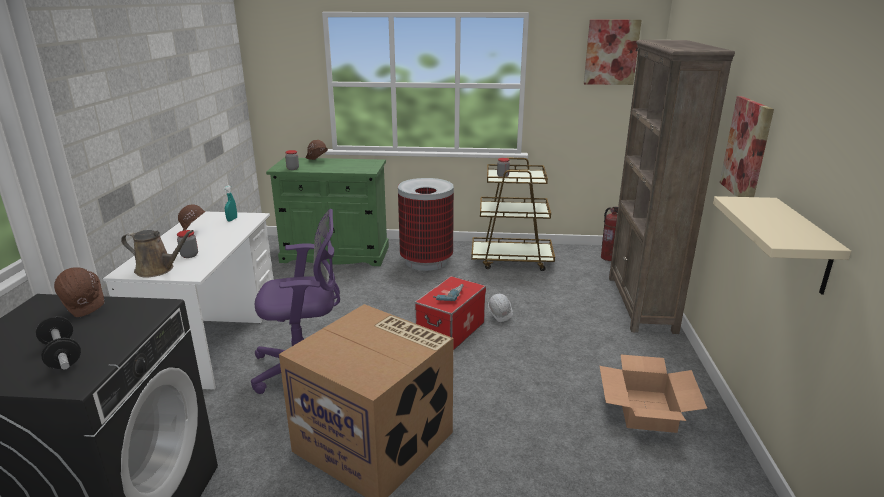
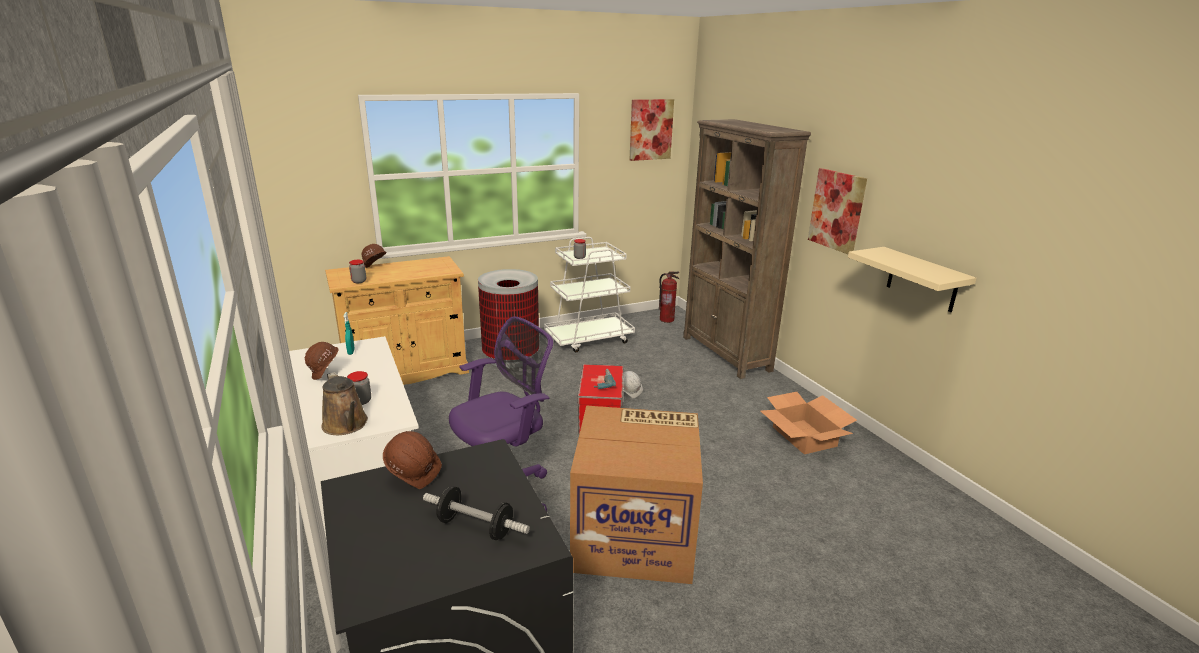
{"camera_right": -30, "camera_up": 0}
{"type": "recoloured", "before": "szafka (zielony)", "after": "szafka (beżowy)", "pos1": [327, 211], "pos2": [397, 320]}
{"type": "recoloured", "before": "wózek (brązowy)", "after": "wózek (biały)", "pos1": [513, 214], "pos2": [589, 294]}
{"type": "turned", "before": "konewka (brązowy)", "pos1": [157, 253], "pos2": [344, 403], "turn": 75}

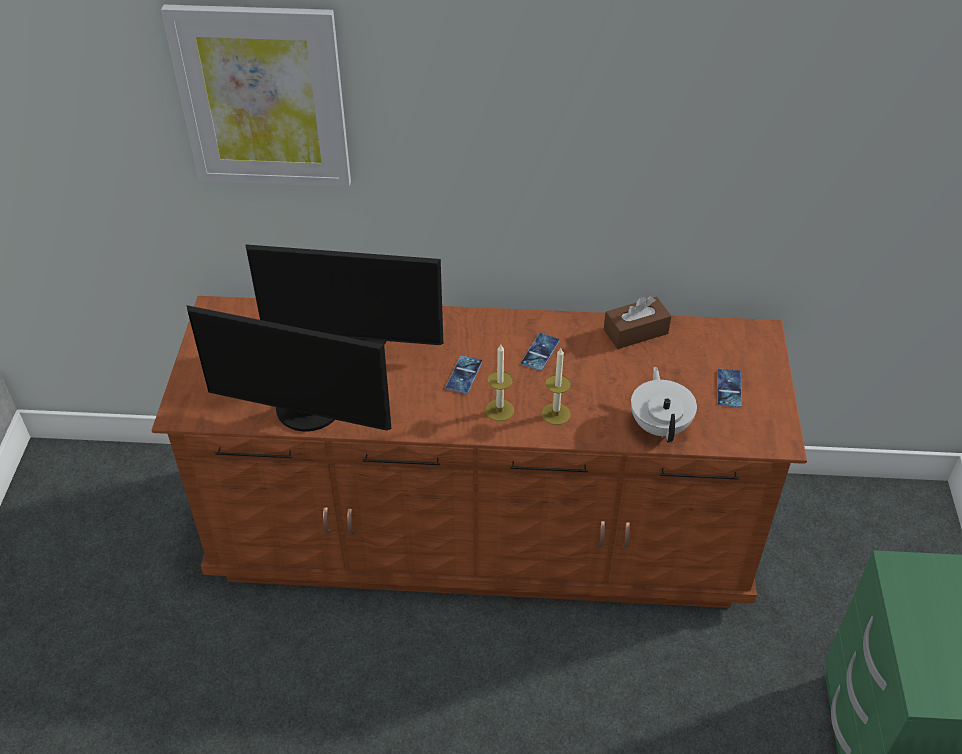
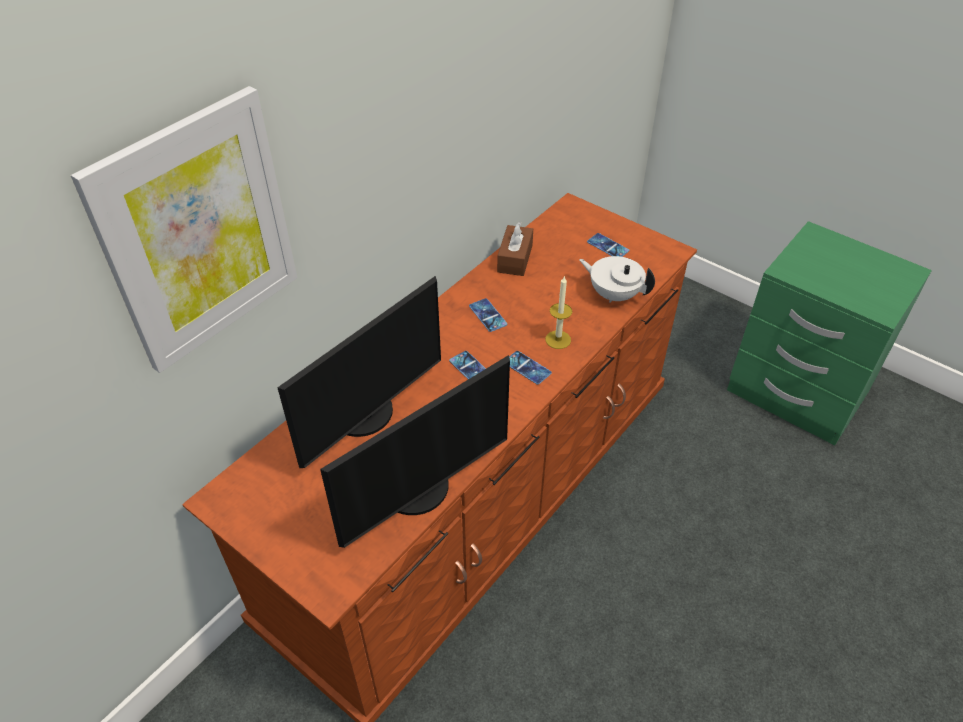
{"camera_right": -55, "camera_up": 0}
{"type": "replaced", "before": "świeca", "after": "telefon", "pos1": [499, 383], "pos2": [530, 368]}

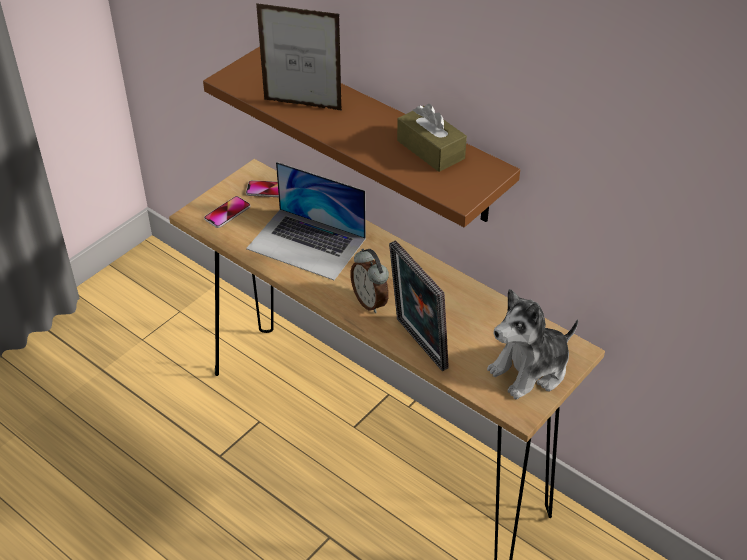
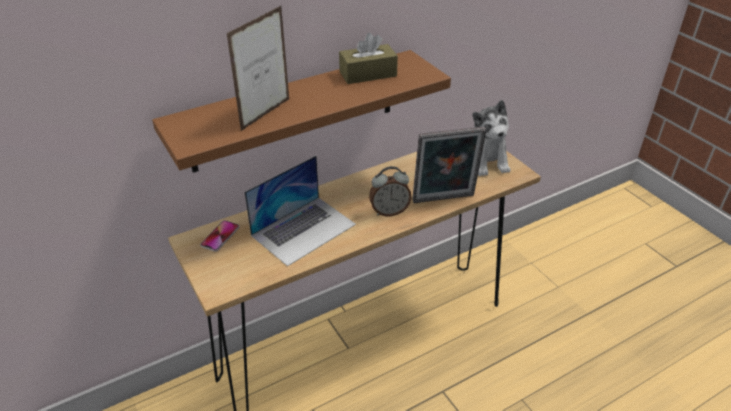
{"camera_right": -70, "camera_up": -5}
{"type": "removed", "before": "telefon", "pos1": [227, 212]}

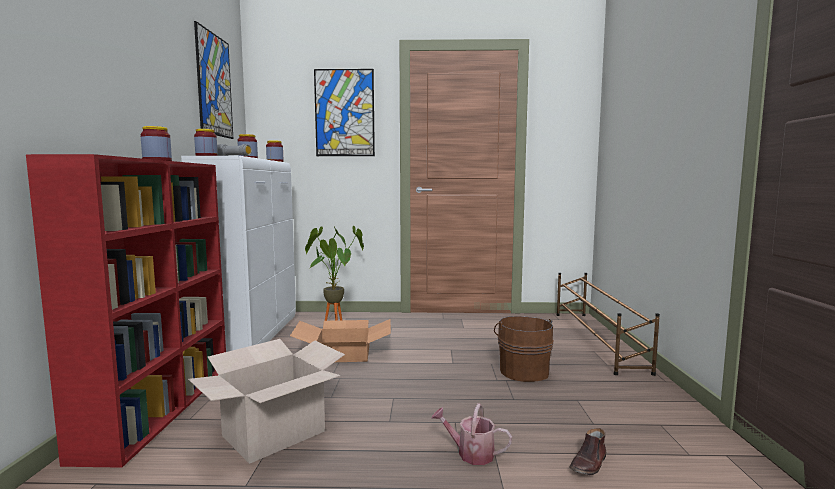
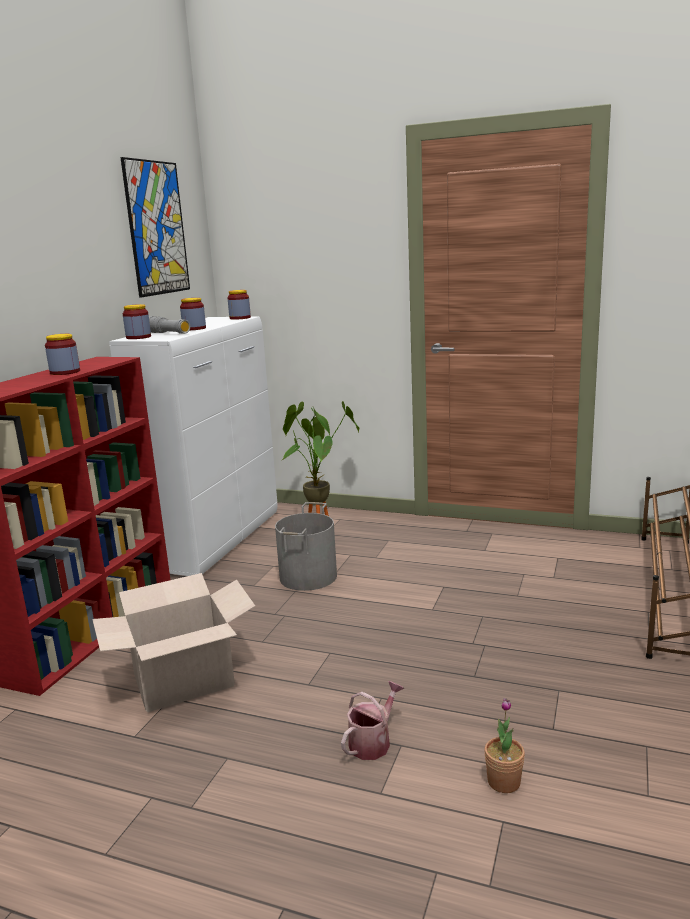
{"camera_right": 20, "camera_up": 10}
{"type": "removed", "before": "obraz", "pos1": [344, 112]}
{"type": "removed", "before": "wiadro (brązowy)", "pos1": [524, 349]}
{"type": "replaced", "before": "karton", "after": "wiadro (szary)", "pos1": [340, 340], "pos2": [306, 546]}
{"type": "replaced", "before": "but (brązowy)", "after": "roślina doniczkowa", "pos1": [587, 451], "pos2": [504, 745]}
{"type": "turned", "before": "konewka", "pos1": [471, 434], "pos2": [372, 720], "turn": 90}

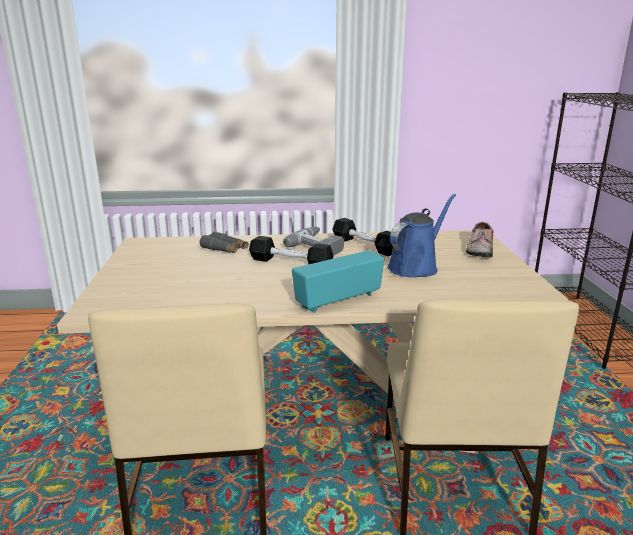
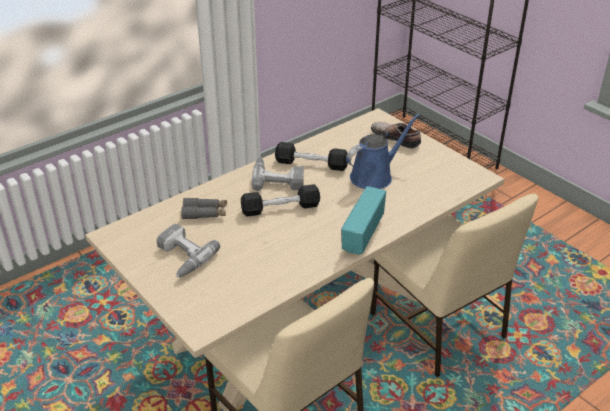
{"camera_right": -35, "camera_up": 15}
{"type": "added", "after": "wiertarka", "pos2": [188, 250]}
{"type": "turned", "before": "konewka (niebieski)", "pos1": [421, 236], "pos2": [383, 151], "turn": 45}
{"type": "turned", "before": "but", "pos1": [480, 240], "pos2": [396, 135], "turn": 150}

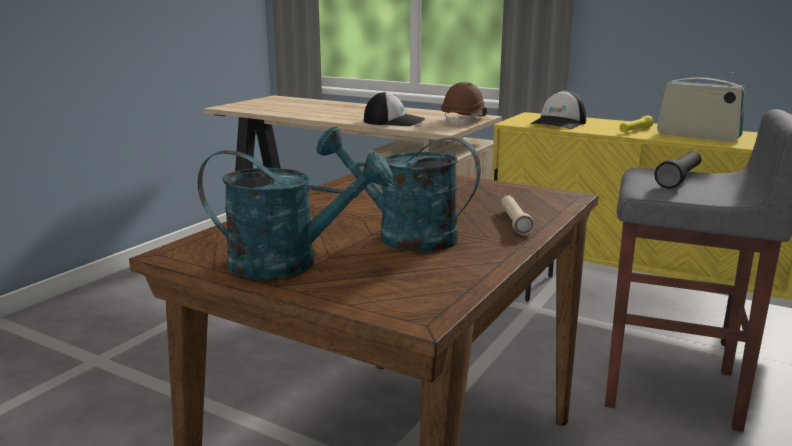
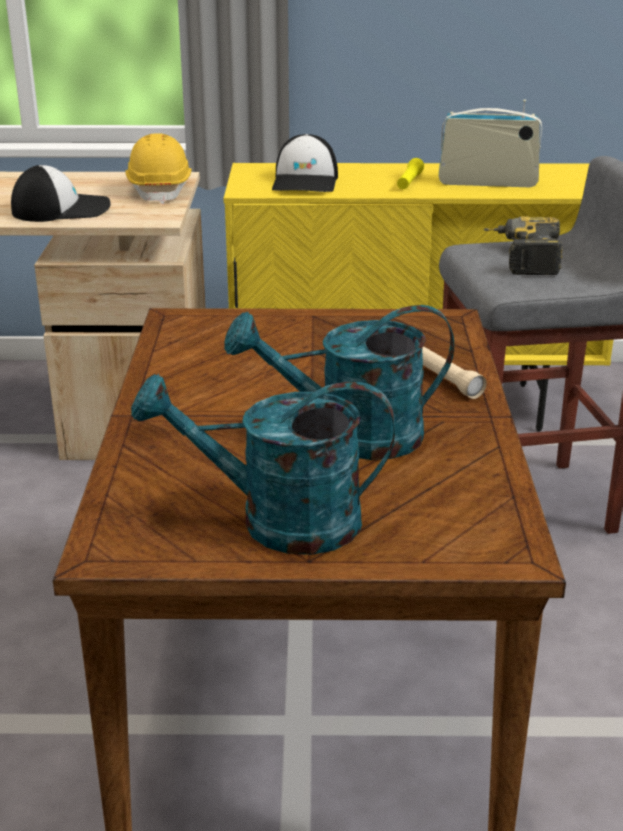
{"camera_right": -30, "camera_up": 10}
{"type": "replaced", "before": "latarka (czarny)", "after": "wiertarka", "pos1": [678, 170], "pos2": [523, 245]}
{"type": "recoloured", "before": "kask (brązowy)", "after": "kask (żółty)", "pos1": [464, 104], "pos2": [158, 168]}
{"type": "turned", "before": "konewka (turkusowy)", "pos1": [295, 214], "pos2": [263, 464], "turn": -150}

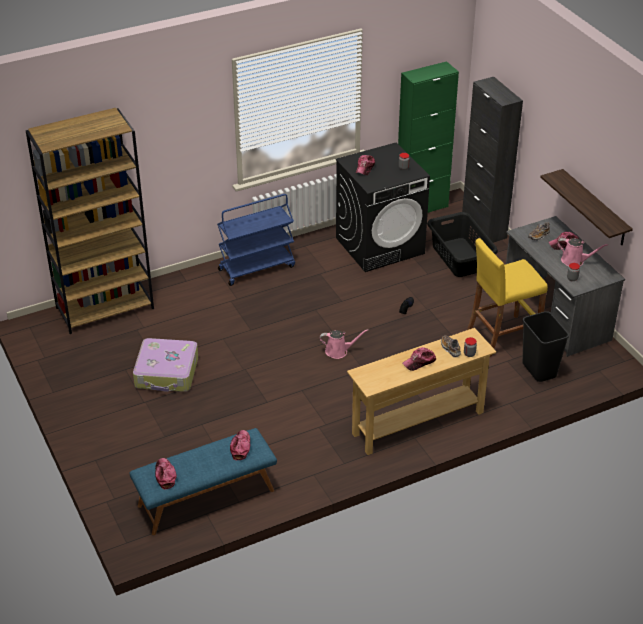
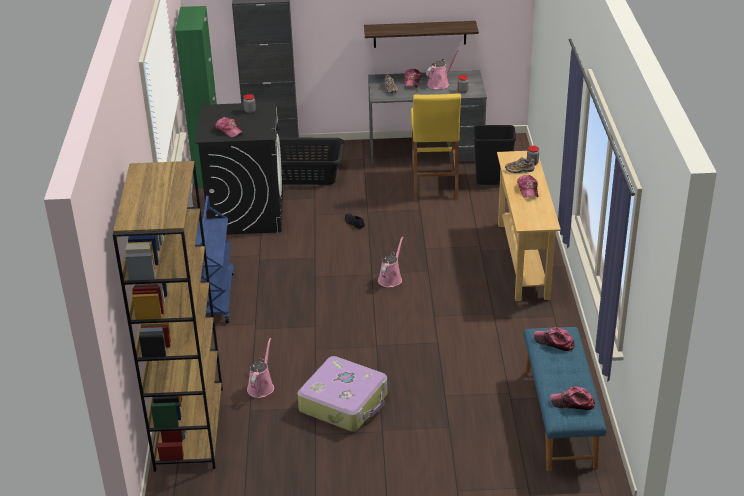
{"camera_right": -65, "camera_up": -5}
{"type": "added", "after": "konewka (różowy)", "pos2": [260, 368]}

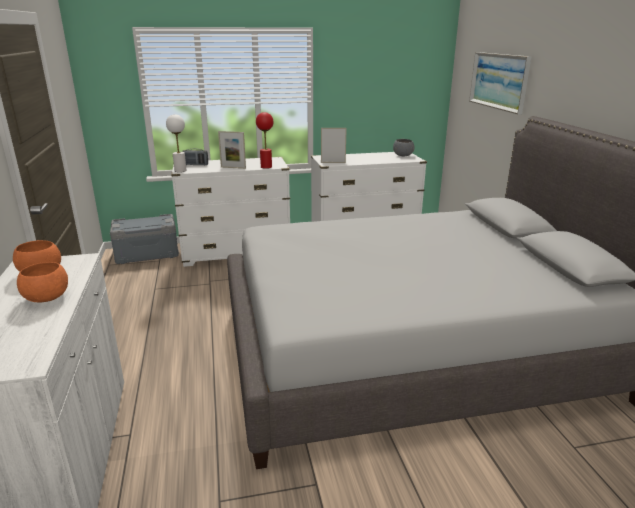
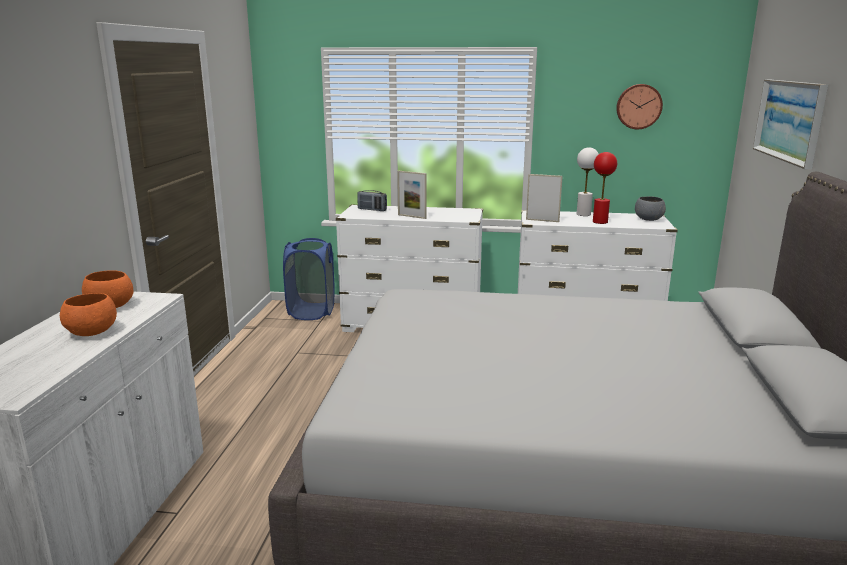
{"camera_right": 20, "camera_up": -5}
{"type": "added", "after": "zegar ścienny", "pos2": [639, 106]}
{"type": "moved", "before": "lampa stołowa (biały)", "pos1": [176, 143], "pos2": [588, 181]}
{"type": "moved", "before": "lampa stołowa (czerwony)", "pos1": [264, 140], "pos2": [605, 188]}
{"type": "replaced", "before": "pojemnik do przechowywania (szary)", "after": "kosz na pranie (niebieski)", "pos1": [144, 239], "pos2": [309, 279]}

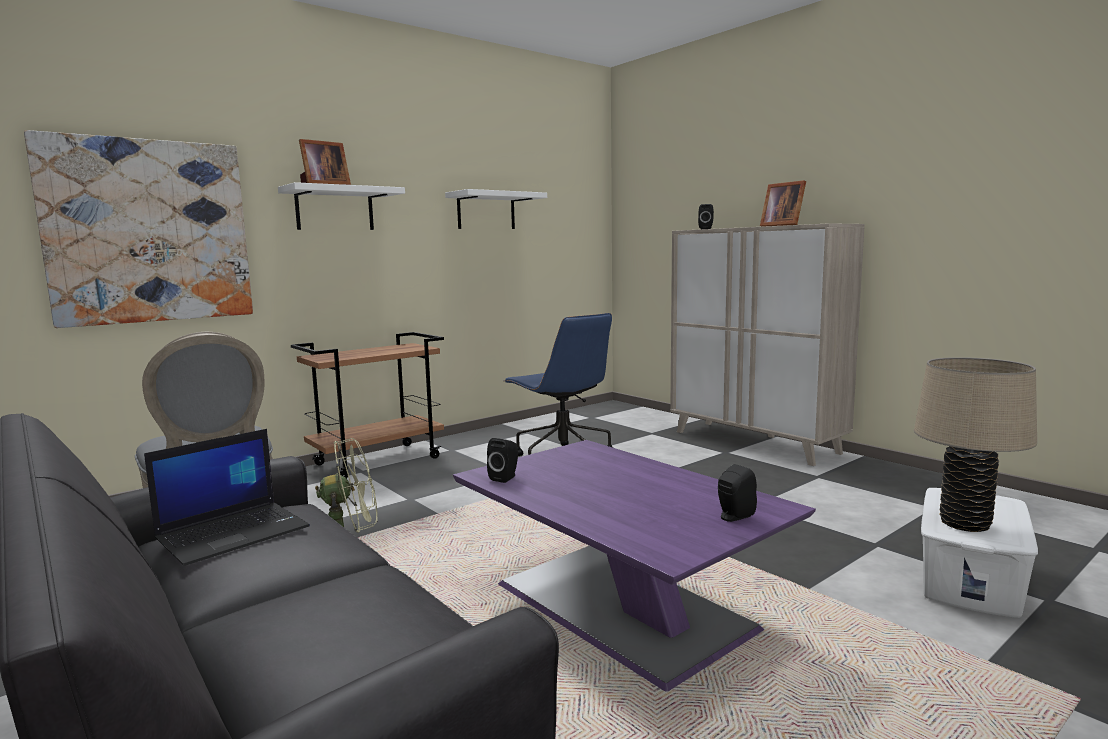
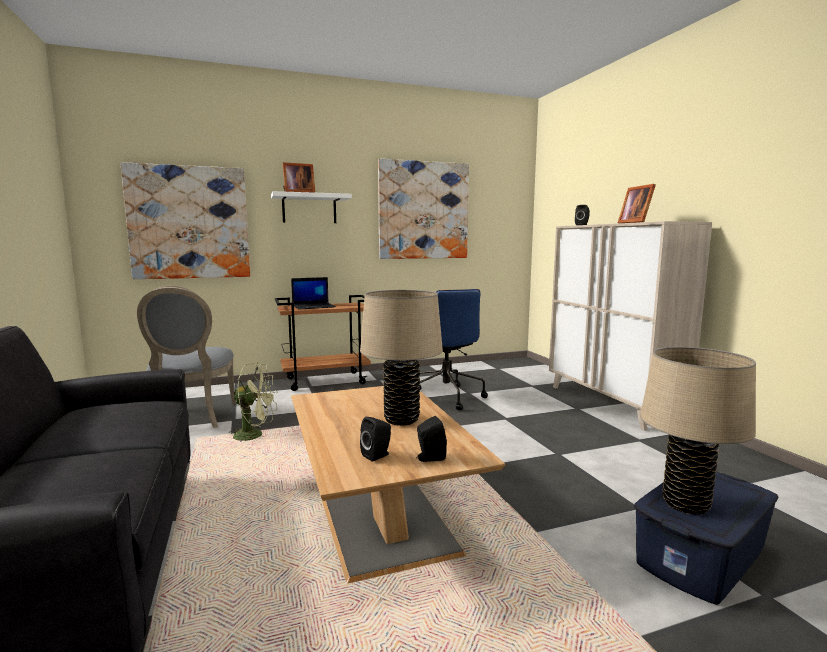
{"camera_right": 20, "camera_up": 0}
{"type": "added", "after": "lampa stołowa (beżowy)", "pos2": [401, 358]}
{"type": "moved", "before": "laptop", "pos1": [227, 497], "pos2": [313, 293]}
{"type": "moved", "before": "głośnik (czarny)", "pos1": [502, 460], "pos2": [375, 439]}
{"type": "replaced", "before": "półka (biały)", "after": "obraz", "pos1": [496, 209], "pos2": [423, 209]}
{"type": "recoloured", "before": "ława (fioletowy)", "after": "ława (brązowy)", "pos1": [634, 566], "pos2": [398, 484]}
{"type": "recoloured", "before": "pojemnik do przechowywania (biały)", "after": "pojemnik do przechowywania (niebieski)", "pos1": [979, 553], "pos2": [706, 538]}

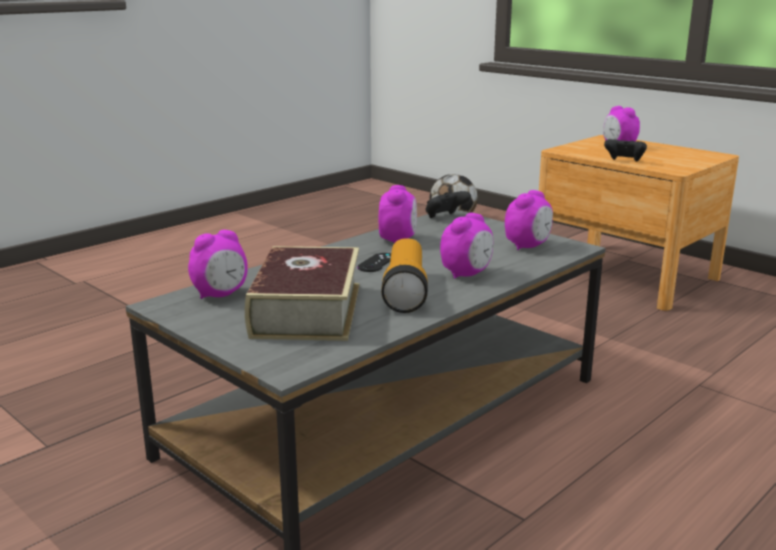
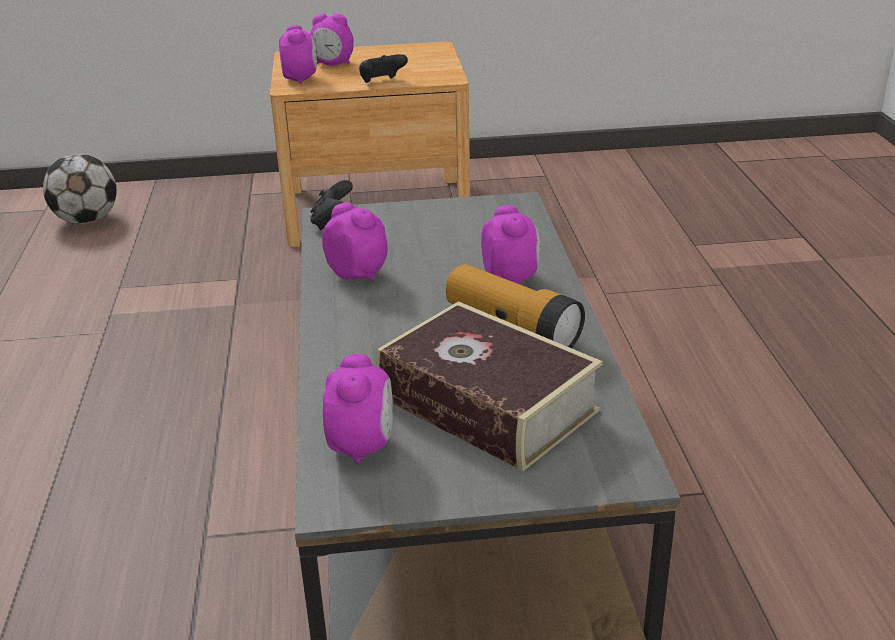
{"camera_right": -50, "camera_up": 10}
{"type": "removed", "before": "pad do gier (czarny)", "pos1": [374, 262]}
{"type": "moved", "before": "budzik", "pos1": [529, 220], "pos2": [298, 54]}

